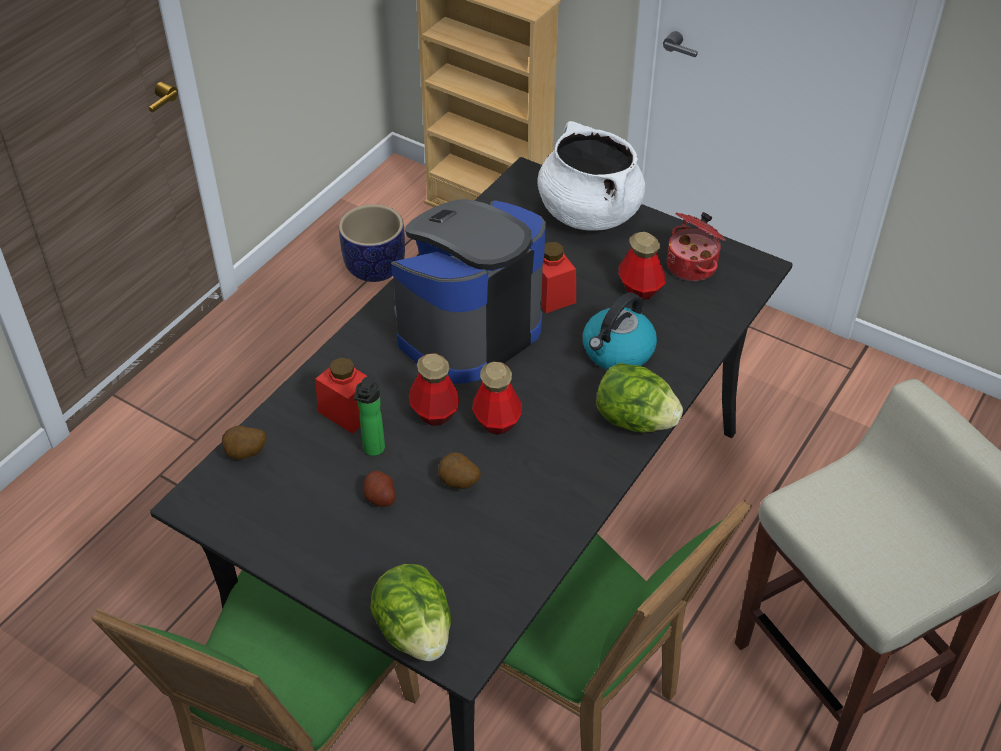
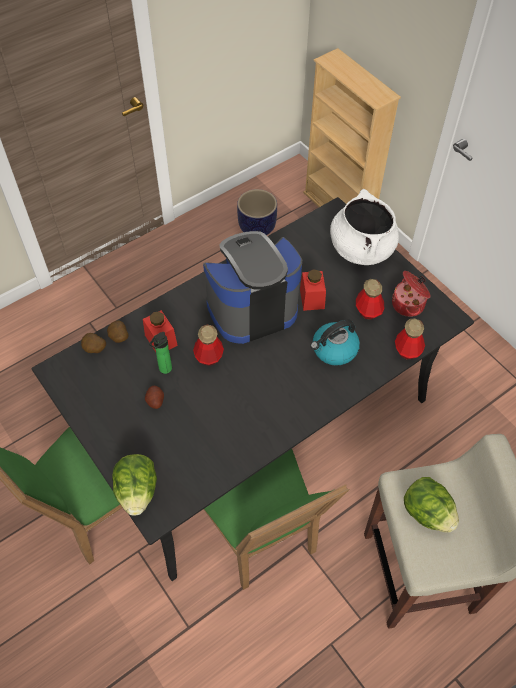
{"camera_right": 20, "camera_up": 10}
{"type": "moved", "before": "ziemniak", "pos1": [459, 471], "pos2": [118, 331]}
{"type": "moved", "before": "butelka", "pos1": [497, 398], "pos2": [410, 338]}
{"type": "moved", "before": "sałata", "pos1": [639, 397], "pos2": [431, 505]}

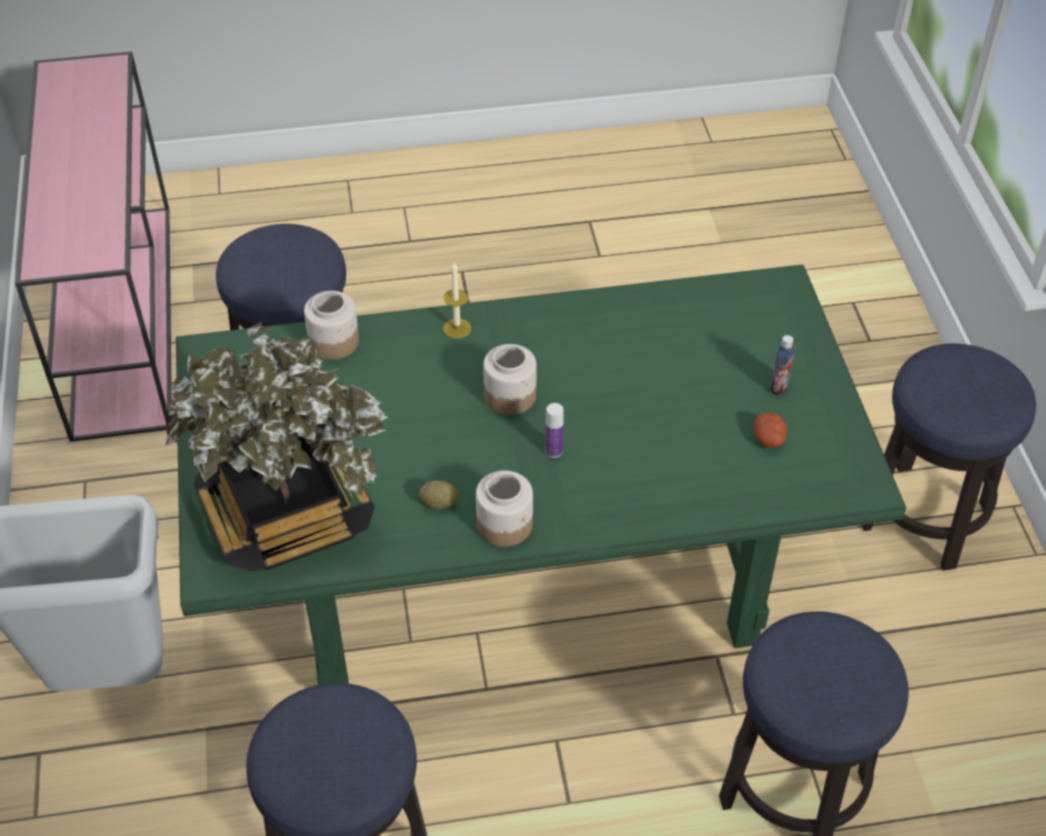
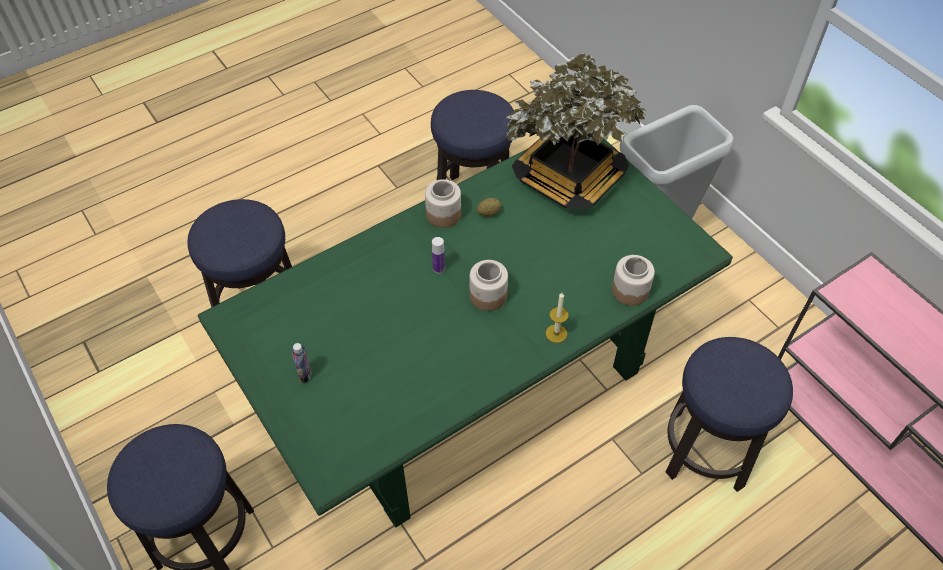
{"camera_right": 155, "camera_up": 5}
{"type": "removed", "before": "ziemniak", "pos1": [770, 430]}

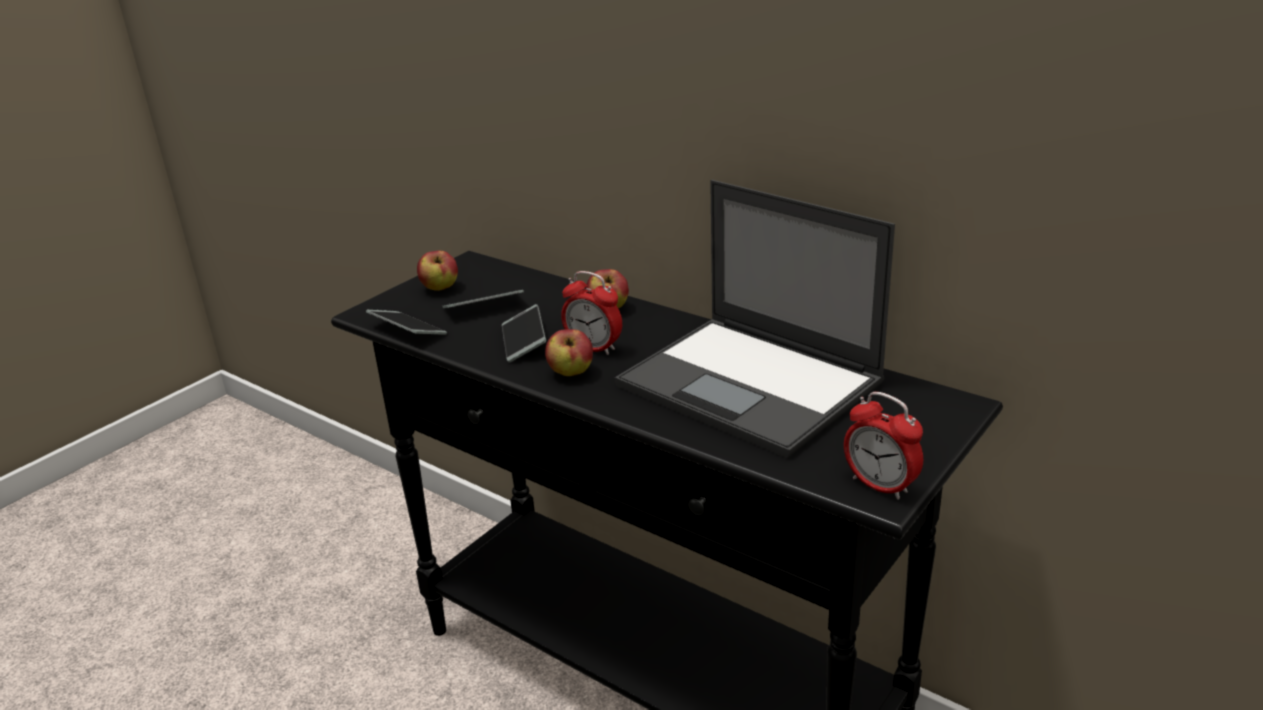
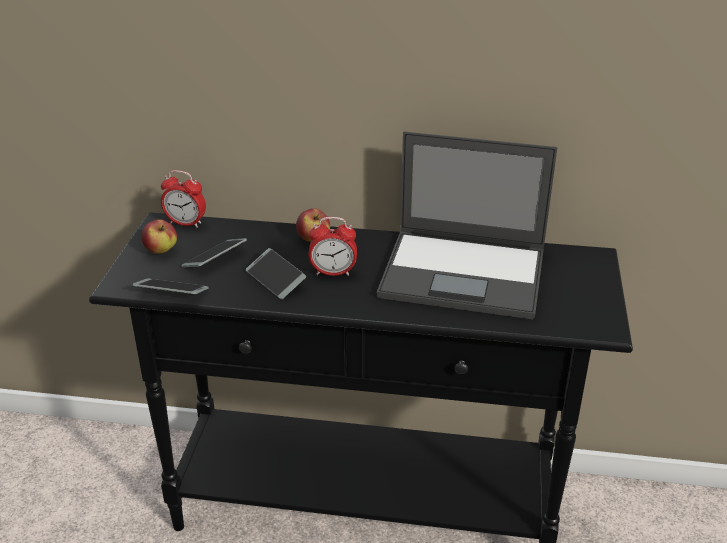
{"camera_right": -30, "camera_up": 5}
{"type": "removed", "before": "jabłko", "pos1": [569, 352]}
{"type": "moved", "before": "budzik", "pos1": [883, 446], "pos2": [183, 199]}

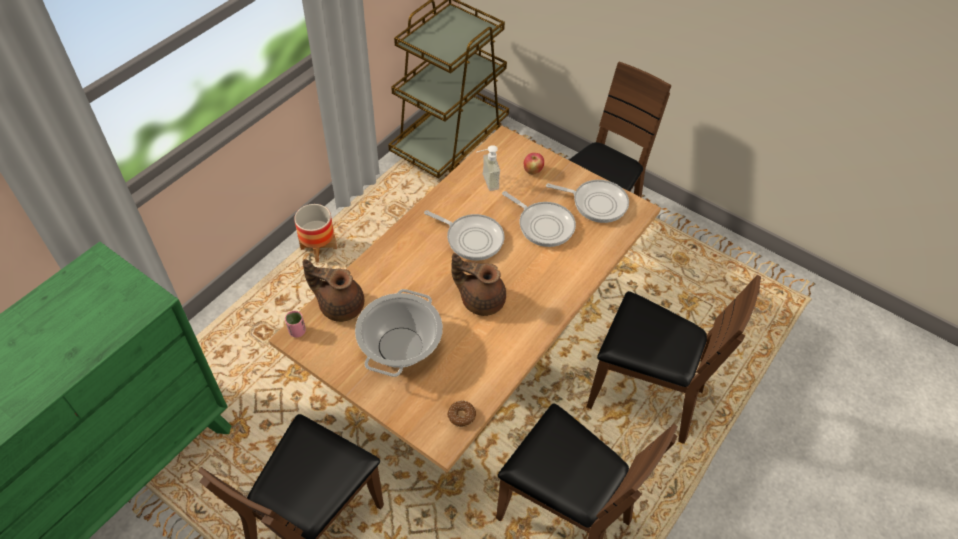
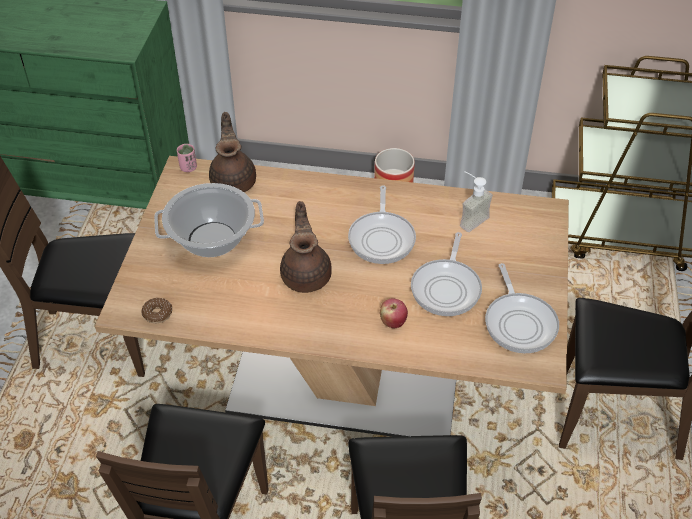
{"camera_right": 65, "camera_up": -5}
{"type": "moved", "before": "jabłko", "pos1": [534, 164], "pos2": [394, 313]}

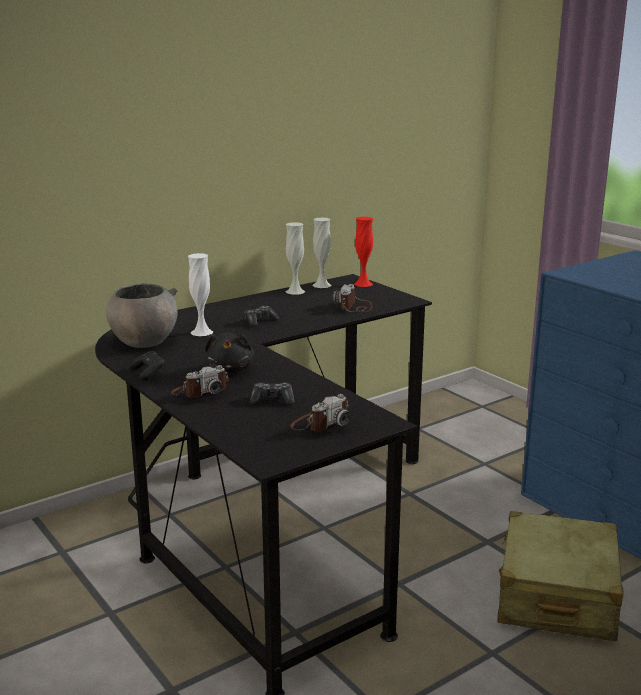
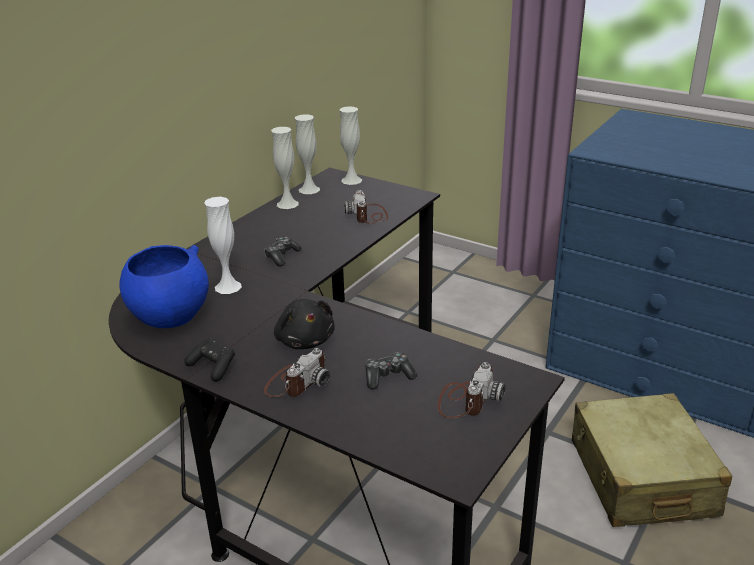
{"camera_right": -20, "camera_up": 10}
{"type": "recoloured", "before": "miska (szary)", "after": "miska (niebieski)", "pos1": [141, 315], "pos2": [164, 286]}
{"type": "recoloured", "before": "wazon (czerwony)", "after": "wazon (biały)", "pos1": [363, 252], "pos2": [351, 145]}

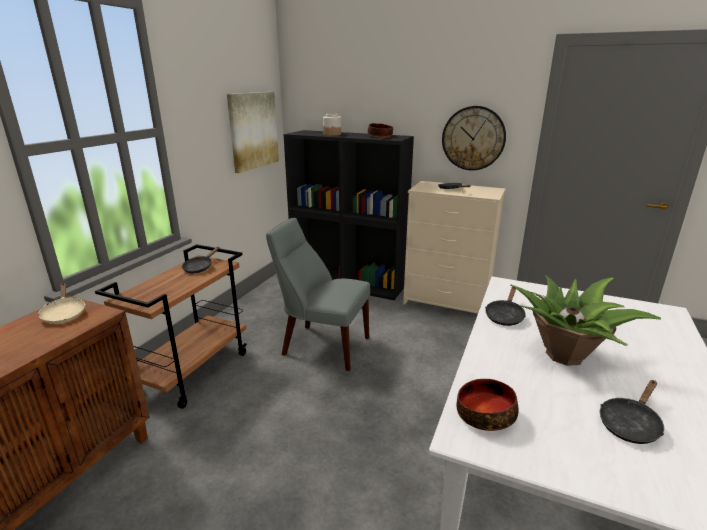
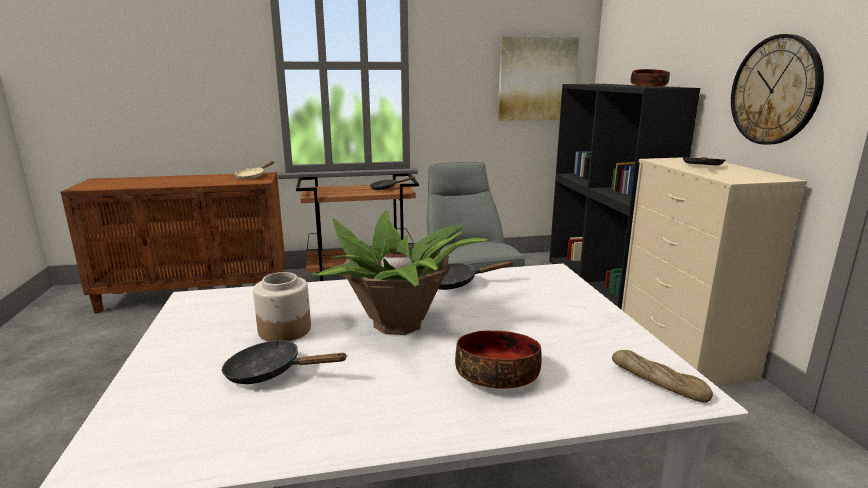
{"camera_right": 55, "camera_up": -5}
{"type": "added", "after": "chleb", "pos2": [662, 376]}
{"type": "moved", "before": "słoik", "pos1": [332, 125], "pos2": [282, 306]}
{"type": "moved", "before": "miska", "pos1": [487, 405], "pos2": [498, 359]}

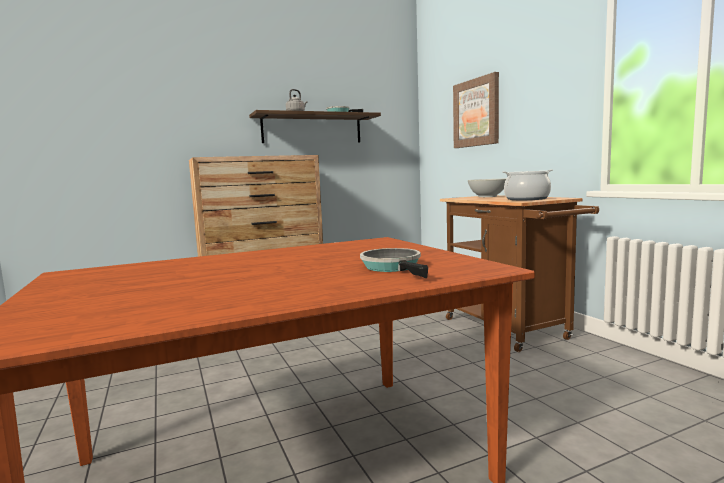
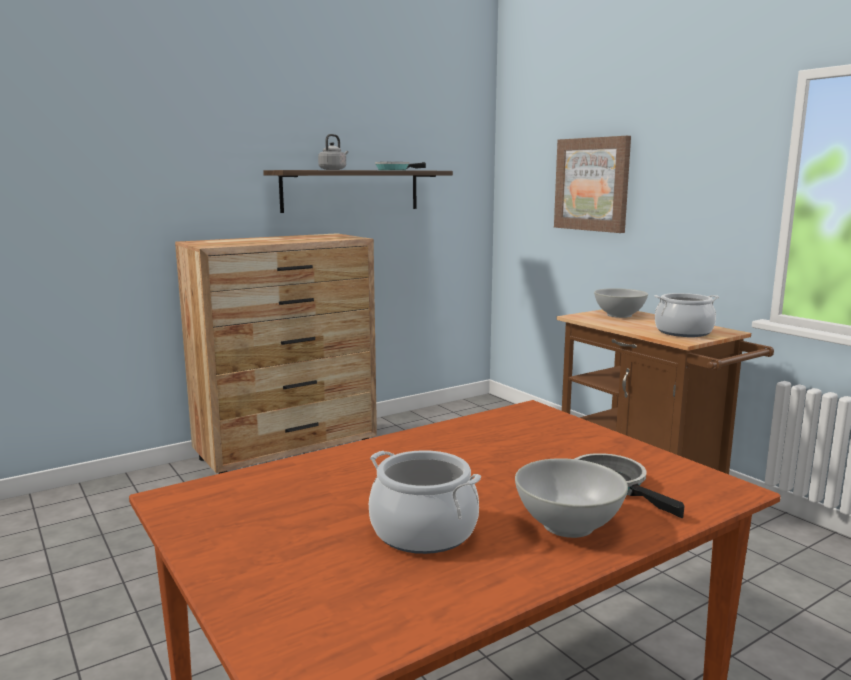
{"camera_right": -10, "camera_up": 5}
{"type": "added", "after": "garnek", "pos2": [425, 502]}
{"type": "added", "after": "miska (biały)", "pos2": [571, 498]}

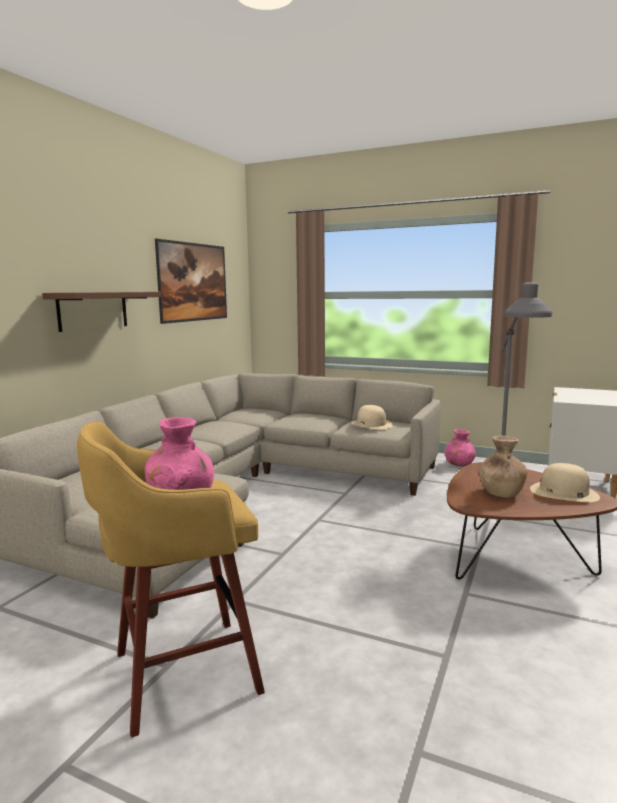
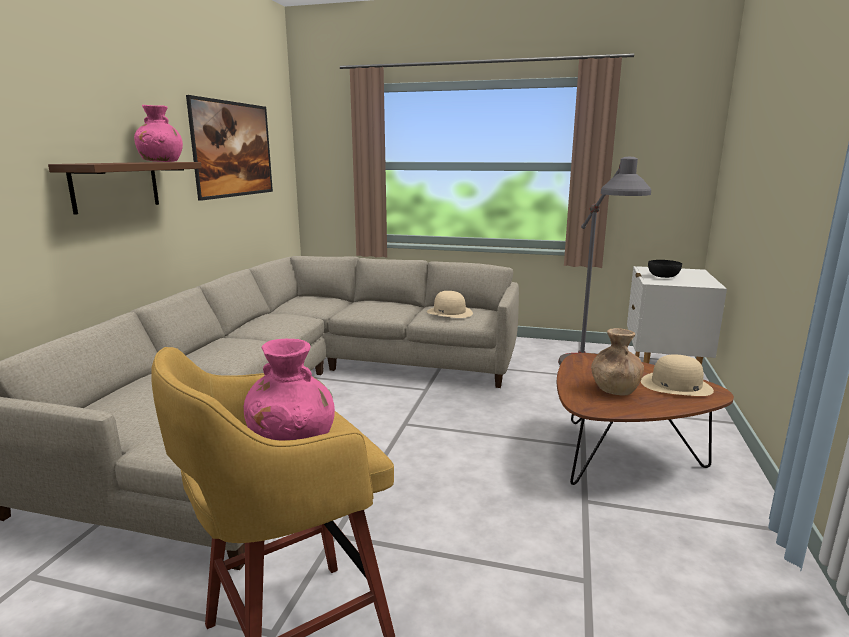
{"camera_right": -10, "camera_up": 5}
{"type": "added", "after": "miska (czarny)", "pos2": [665, 269]}
{"type": "moved", "before": "wazon (różowy)", "pos1": [460, 447], "pos2": [158, 133]}

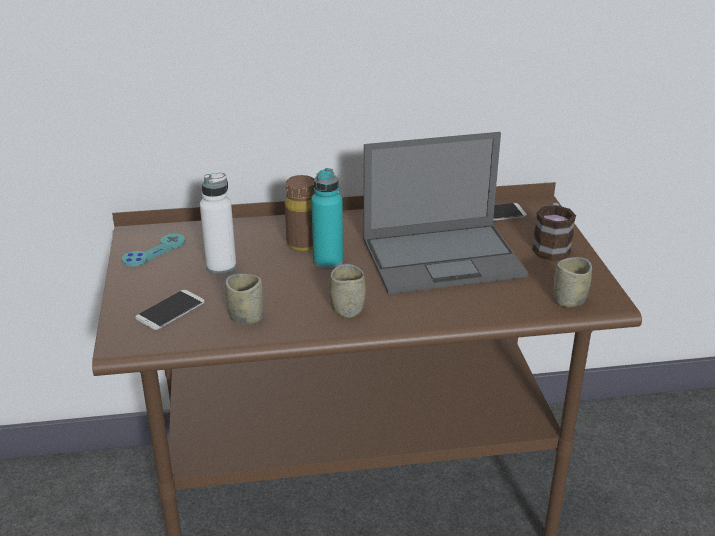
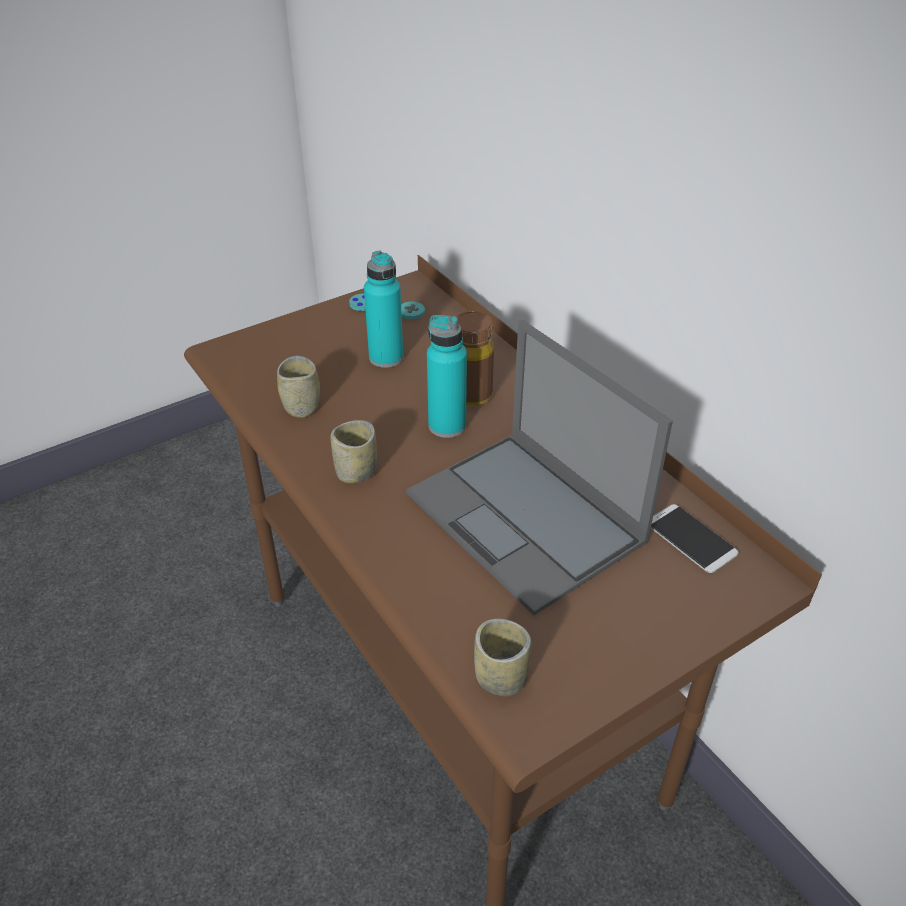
{"camera_right": 65, "camera_up": 10}
{"type": "removed", "before": "telefon", "pos1": [170, 310]}
{"type": "removed", "before": "kubek", "pos1": [554, 232]}
{"type": "recoloured", "before": "butelka (biały)", "after": "butelka (turkusowy)", "pos1": [218, 224], "pos2": [383, 309]}

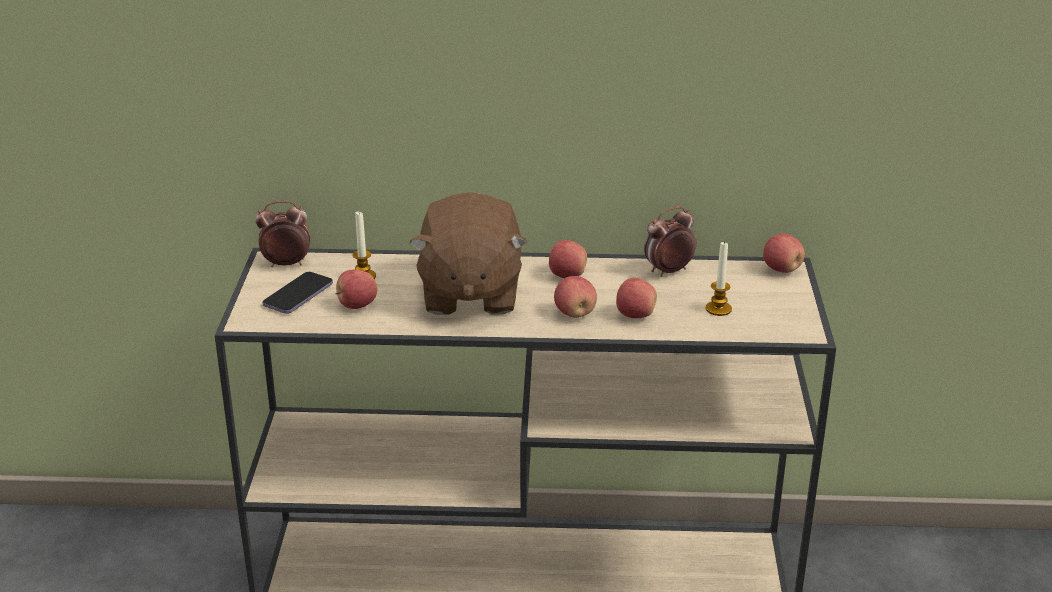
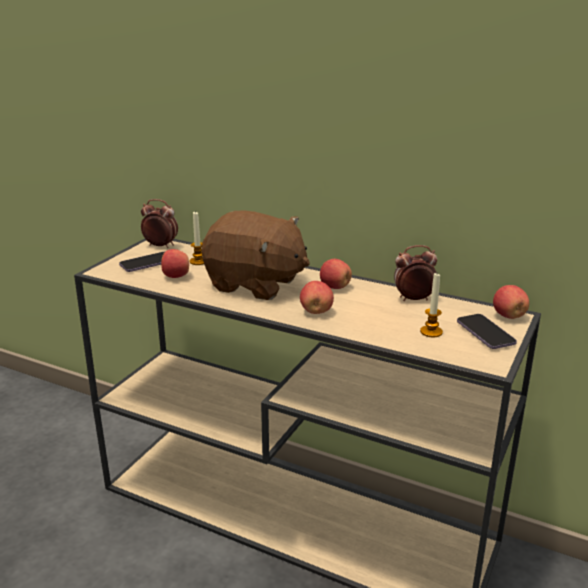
{"camera_right": 25, "camera_up": -5}
{"type": "removed", "before": "jabłko", "pos1": [636, 298]}
{"type": "added", "after": "telefon", "pos2": [487, 331]}
{"type": "turned", "before": "pluszak (brązowy)", "pos1": [468, 253], "pos2": [256, 255], "turn": -90}

